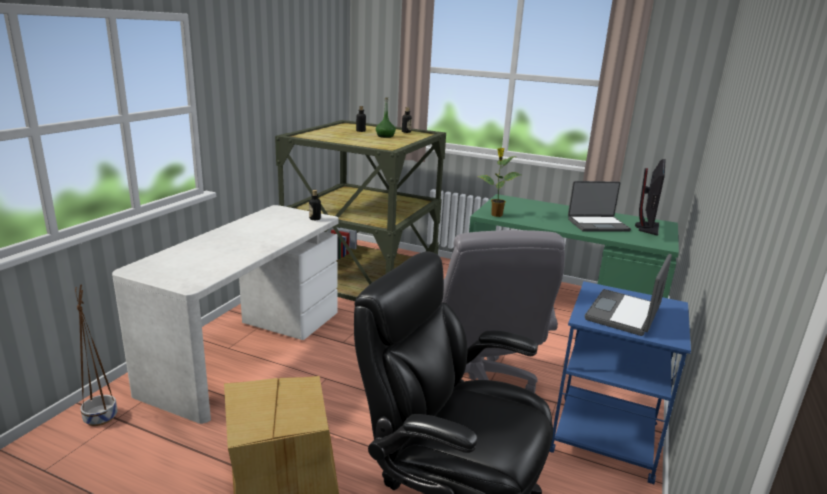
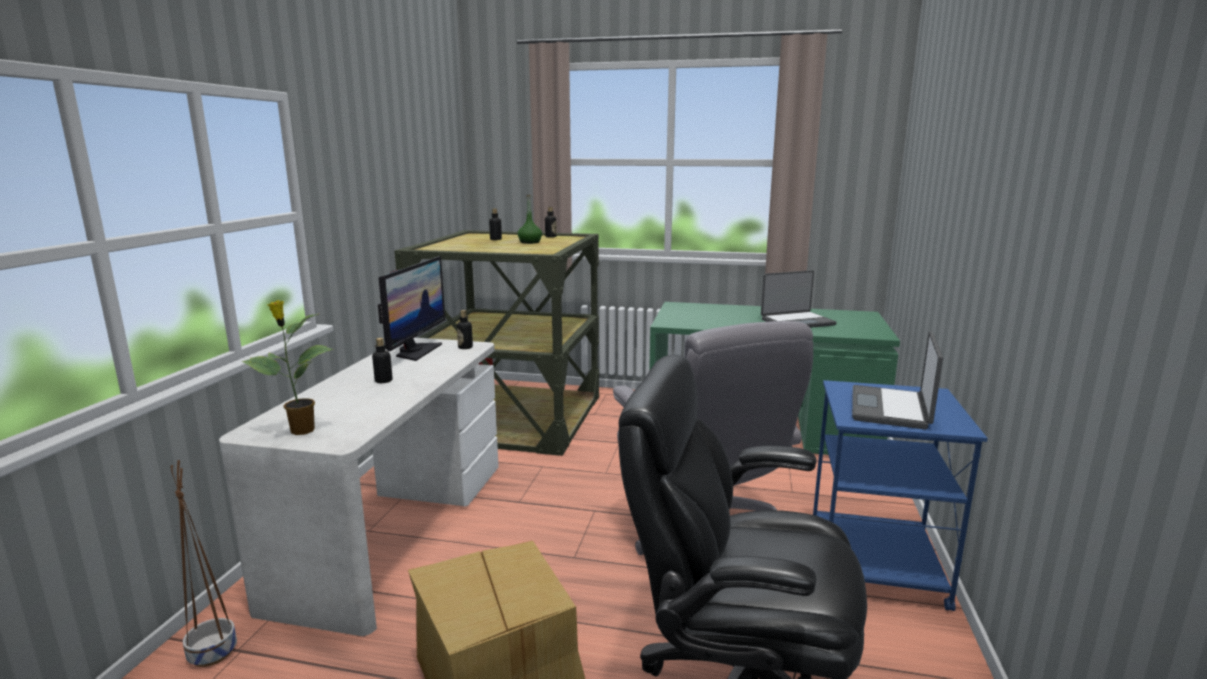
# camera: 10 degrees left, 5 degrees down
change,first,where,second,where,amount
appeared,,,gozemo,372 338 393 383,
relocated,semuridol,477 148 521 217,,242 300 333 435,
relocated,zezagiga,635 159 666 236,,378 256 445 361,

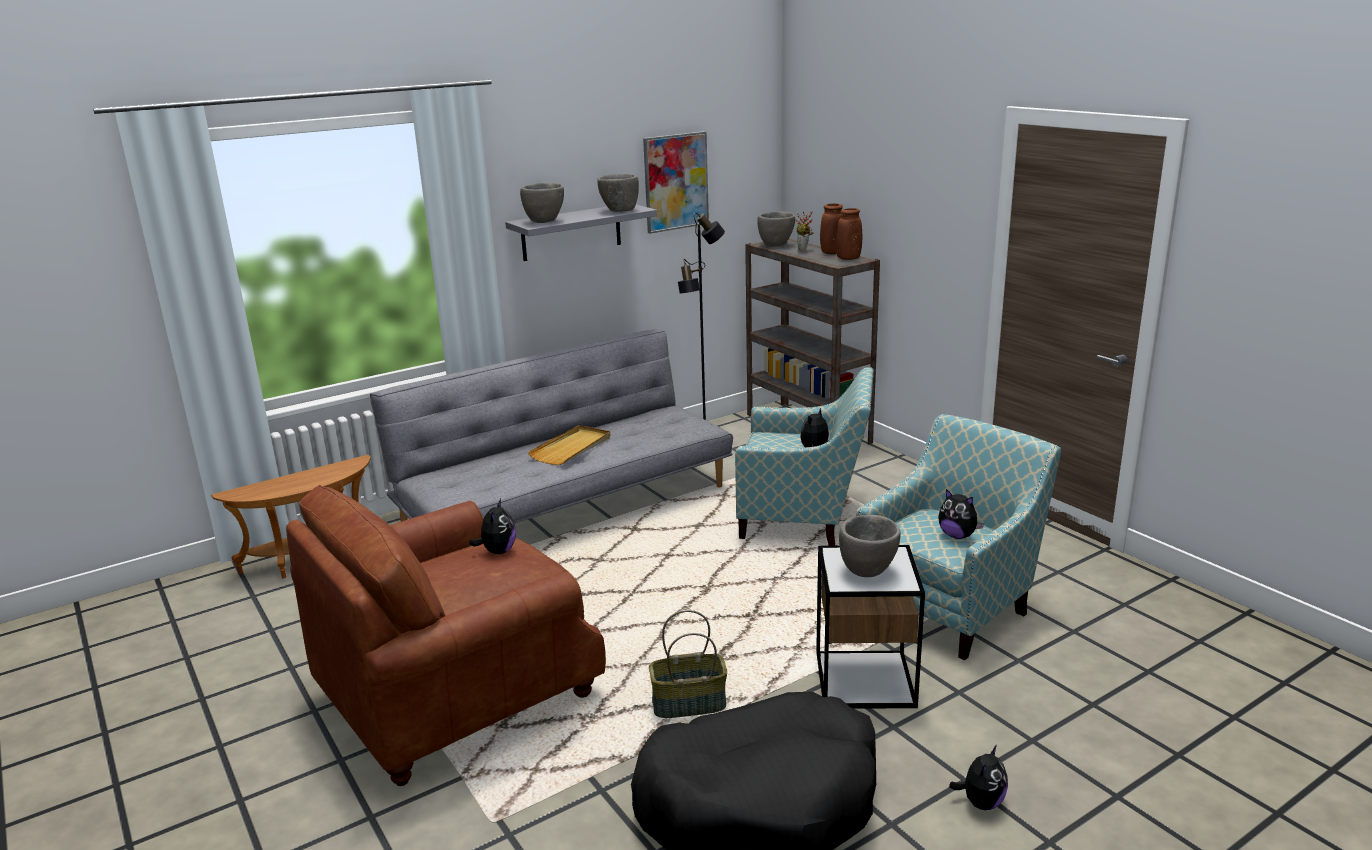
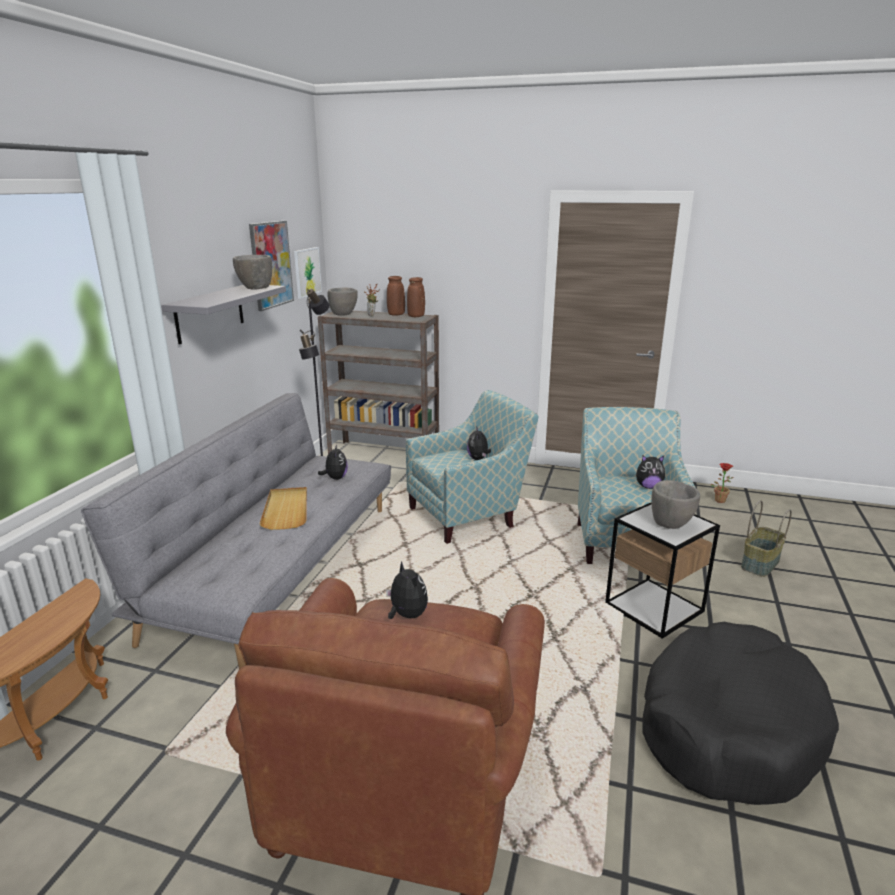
# camera: 40 degrees left, 0 degrees up
change,first,where,second,where,amount
missing,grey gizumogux,520 183 564 223,,,
appeared,,,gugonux,294 247 322 299,
appeared,,,semuridol,710 463 733 503,
relocated,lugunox,649 610 727 718,,741 500 792 577,
relocated,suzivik,949 745 1008 810,,318 444 348 480,

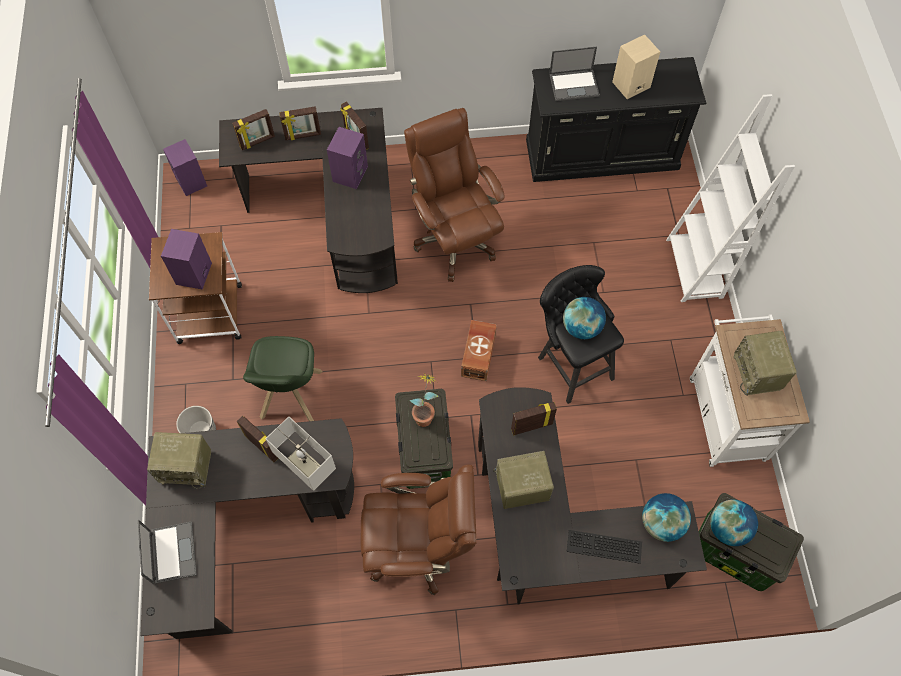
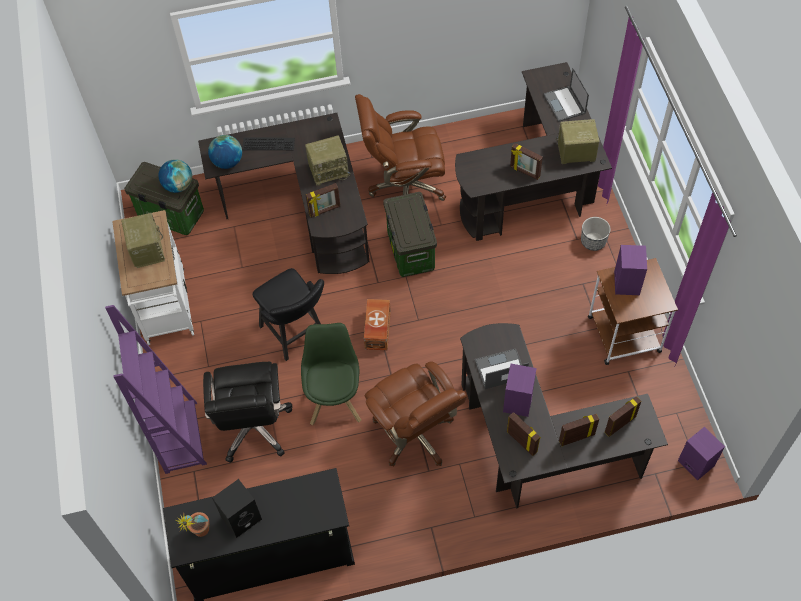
# camera: 175 degrees right, 5 degrees down
change,first,where,second,where,amount
missing,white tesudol,265 417 336 491,,,
missing,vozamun,563 297 606 339,,,
appeared,,,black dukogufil,203 362 293 463,
relocated,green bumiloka,243 336 323 421,,301 323 361 426,
relocated,semuridol,410 373 439 427,,176 512 210 537,
relocated,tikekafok,549 47 600 101,,475 349 529 389,
colour,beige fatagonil,612 35 660 99,black fatagonil,212 479 262 538,
colour,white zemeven,666 94 795 302,purple zemeven,105 305 207 474,

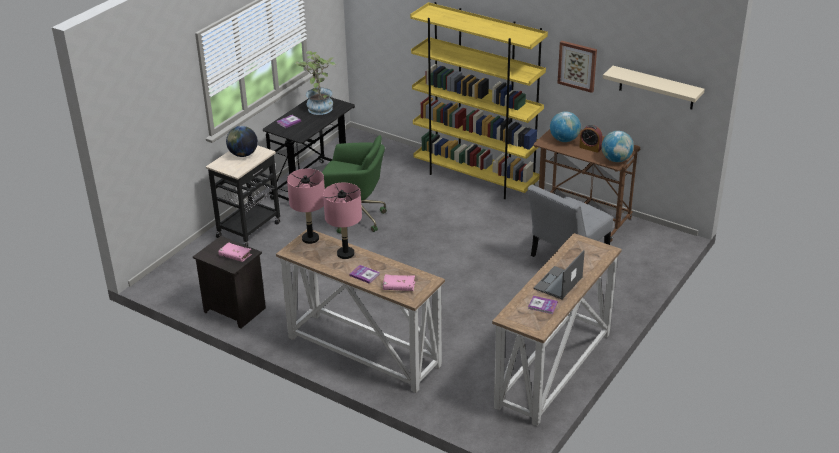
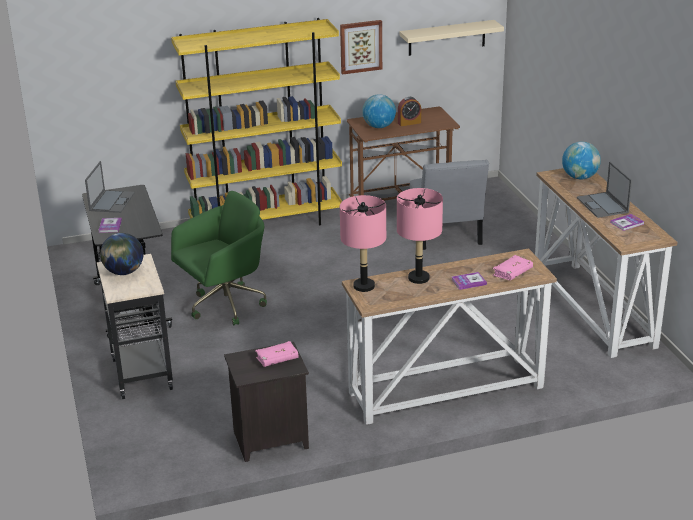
# camera: 50 degrees left, 5 degrees down
change,first,where,second,where,amount
relocated,vozamun,602 131 634 162,,562 142 601 179,
exchanged,semuridol,295 51 336 115,tikekafok,85 161 135 213,

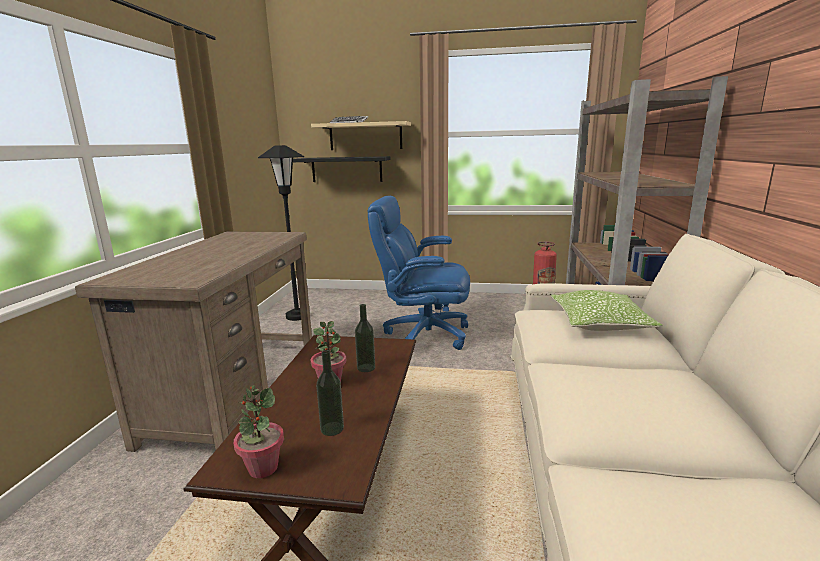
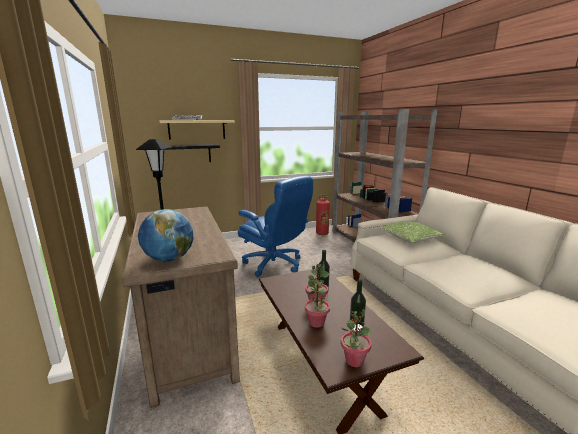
# camera: 30 degrees left, 0 degrees up
change,first,where,second,where,amount
appeared,,,vozamun,138 209 193 262,
appeared,,,semuridol,305 280 330 328,
spun,blue dukogufil,368 196 470 350,,238 176 313 277,120 degrees counterclockwise

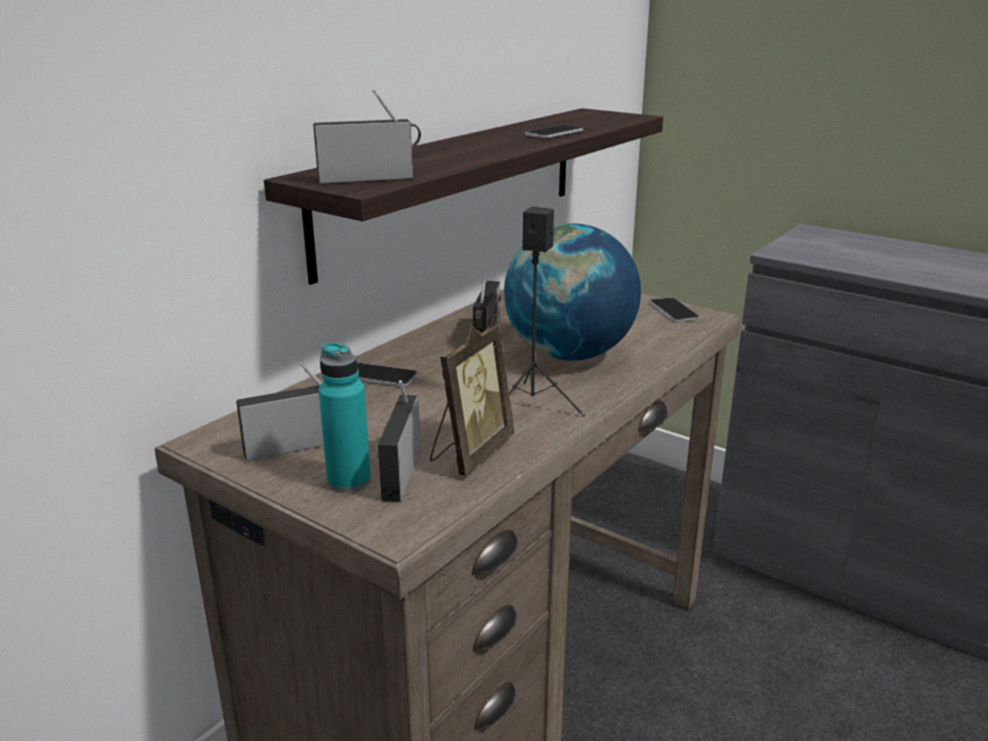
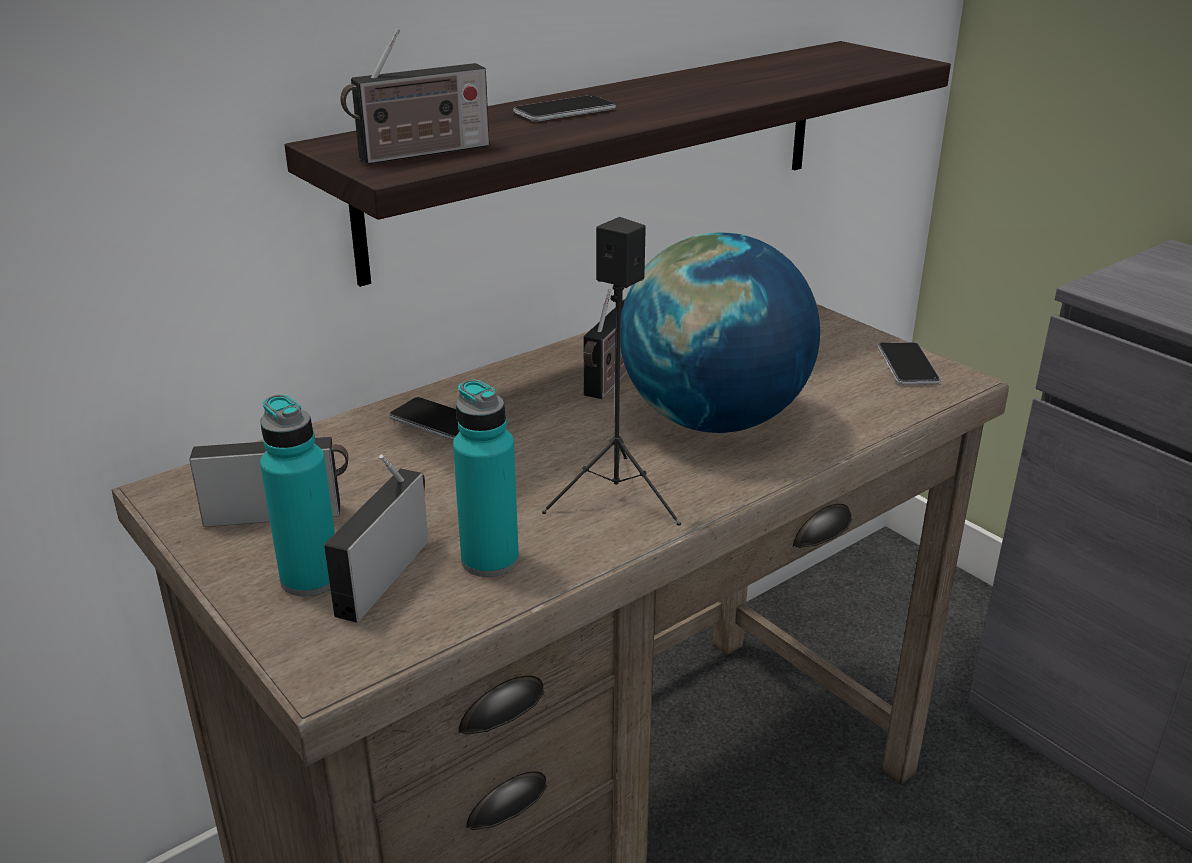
# camera: 15 degrees right, 5 degrees up
change,first,where,second,where,amount
relocated,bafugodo,525 125 583 139,,513 95 616 122,
exchanged,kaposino,430 323 514 475,turquoise gozemo,453 379 519 577,
spun,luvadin,313 89 421 184,,340 29 489 164,150 degrees clockwise

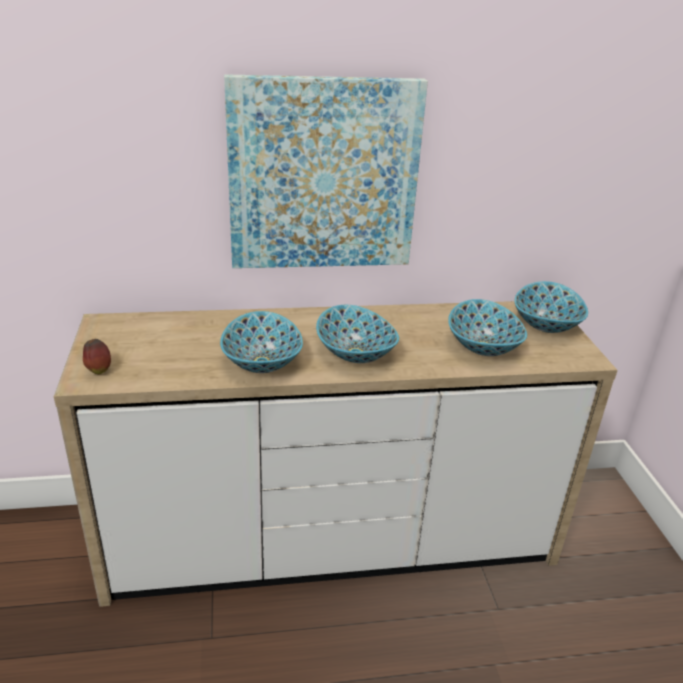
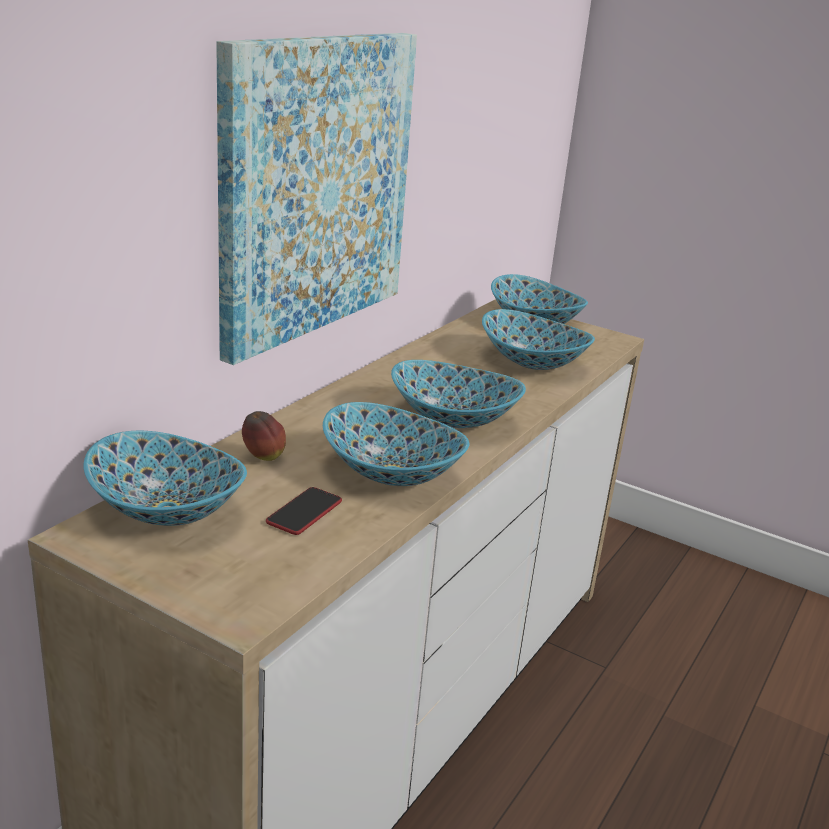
# camera: 50 degrees left, 5 degrees down
change,first,where,second,where,amount
appeared,,,gizumogux,83 431 247 526,
appeared,,,bafugodo,266 487 342 535,
relocated,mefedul,83 339 111 374,,242 411 286 461,

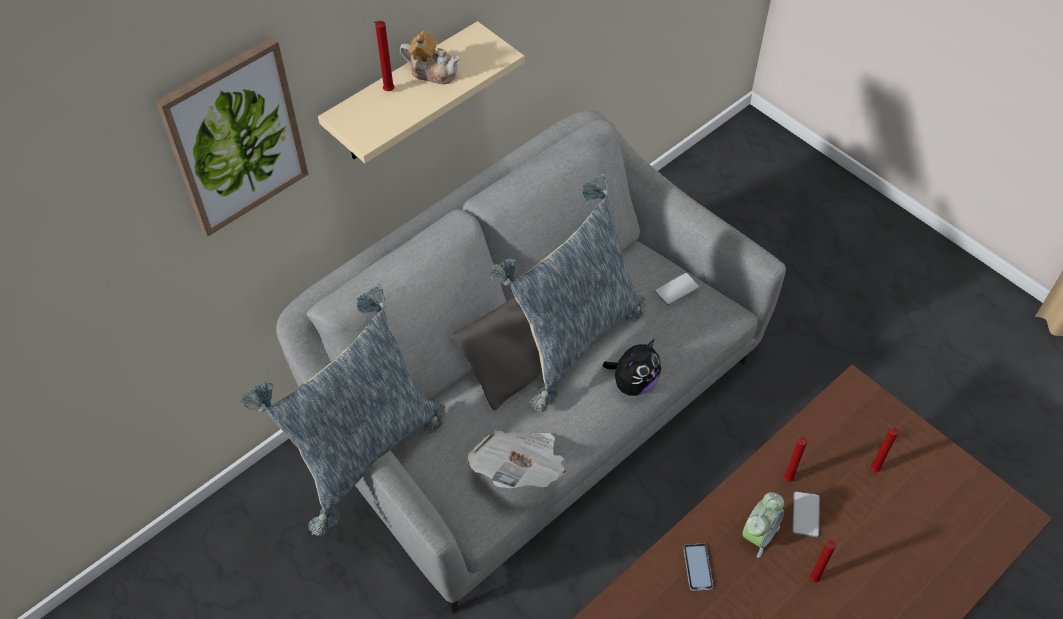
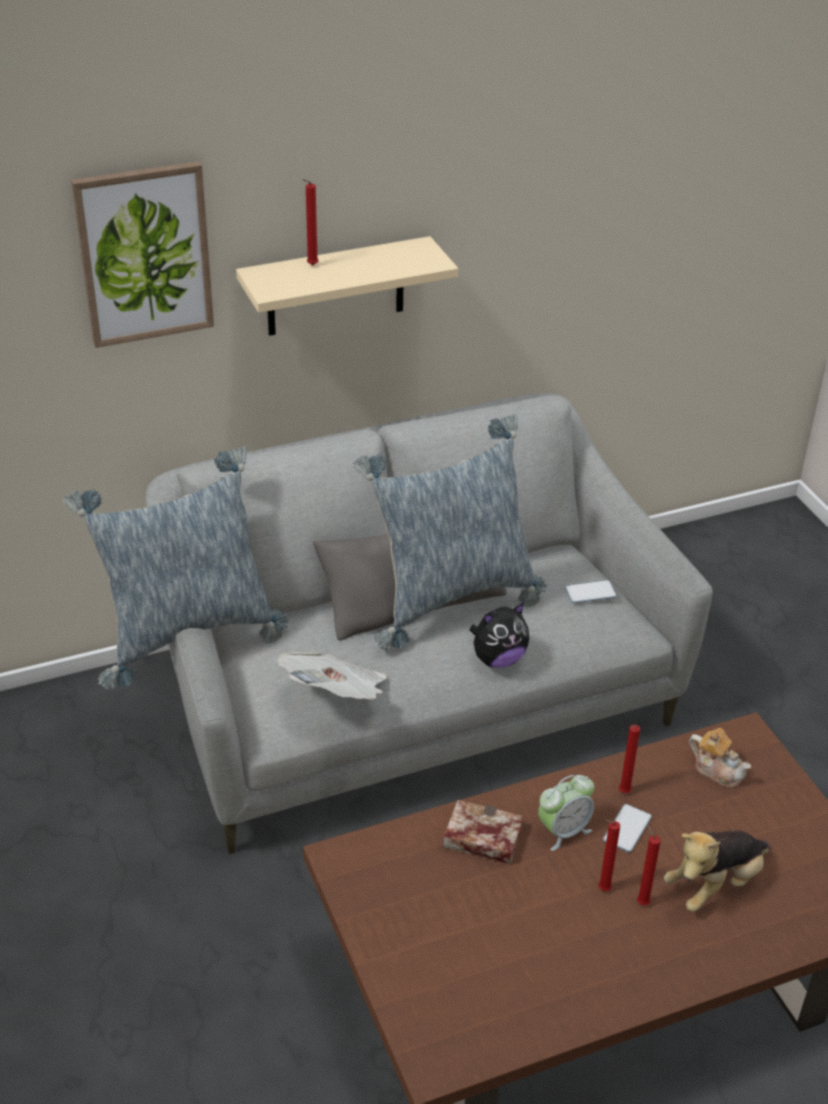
# camera: 20 degrees right, 15 degrees down
change,first,where,second,where,amount
appeared,,,suzivik,664 830 770 912,
relocated,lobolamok,400 31 460 84,,689 728 751 788,
relocated,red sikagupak,870 423 899 472,,637 825 661 906,
exchanged,bafugodo,683 543 713 591,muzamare,443 800 524 864,

